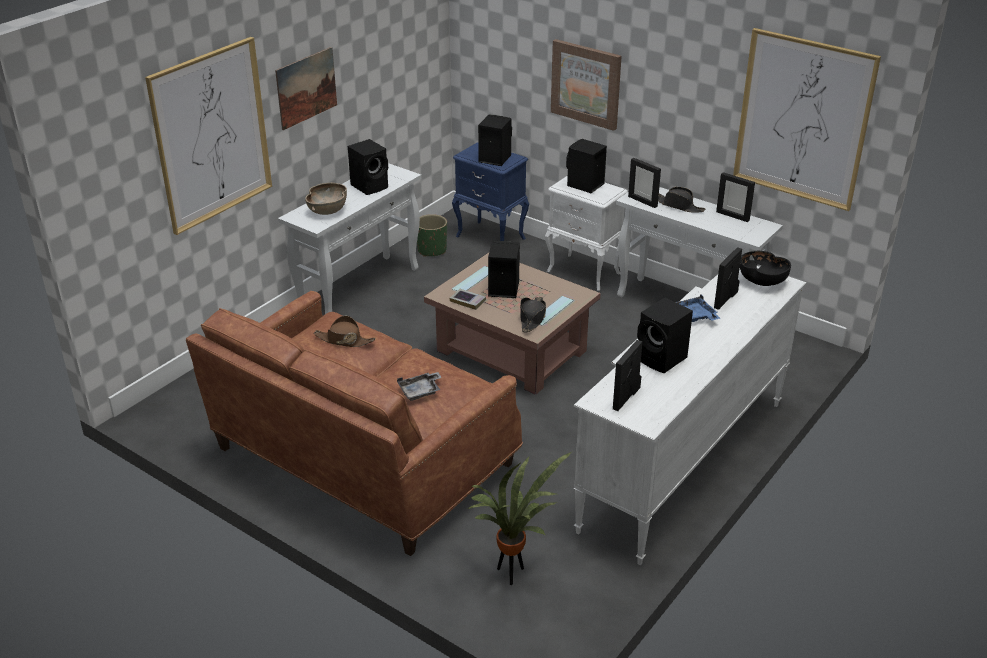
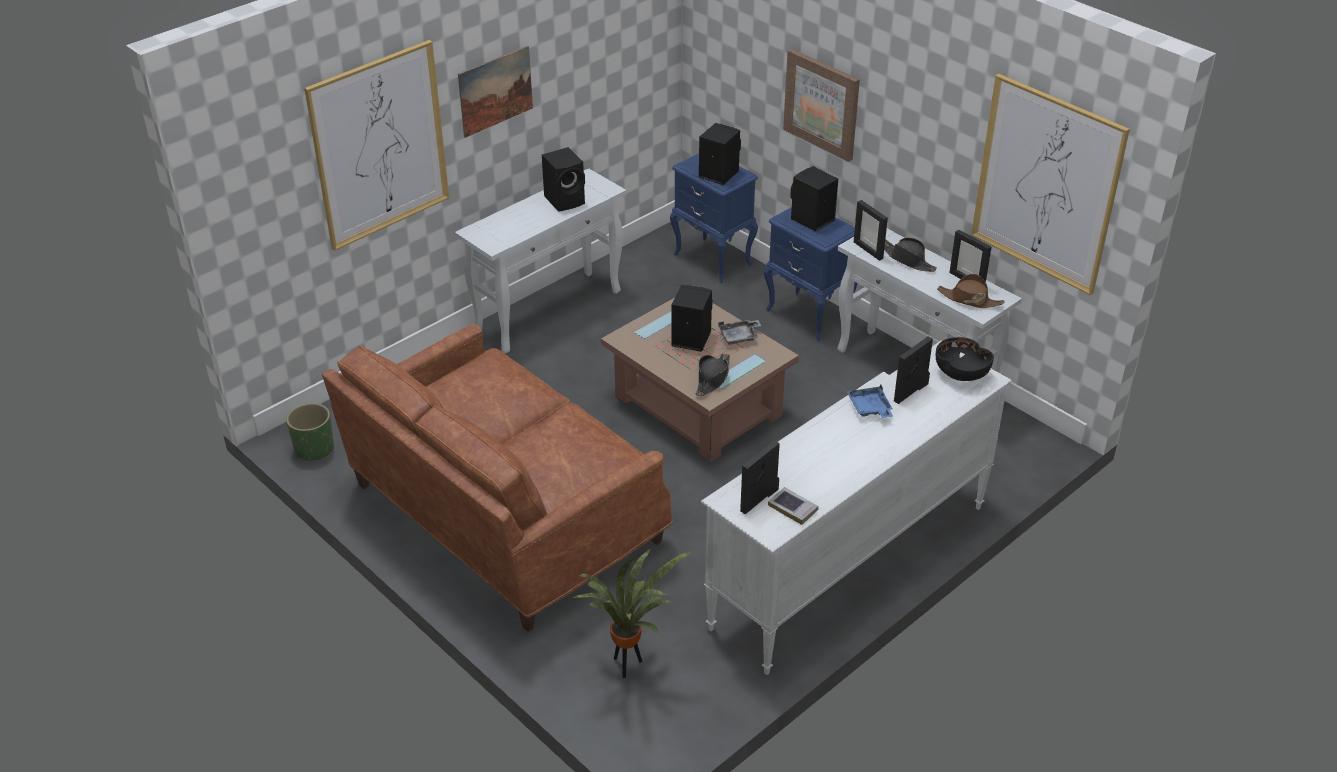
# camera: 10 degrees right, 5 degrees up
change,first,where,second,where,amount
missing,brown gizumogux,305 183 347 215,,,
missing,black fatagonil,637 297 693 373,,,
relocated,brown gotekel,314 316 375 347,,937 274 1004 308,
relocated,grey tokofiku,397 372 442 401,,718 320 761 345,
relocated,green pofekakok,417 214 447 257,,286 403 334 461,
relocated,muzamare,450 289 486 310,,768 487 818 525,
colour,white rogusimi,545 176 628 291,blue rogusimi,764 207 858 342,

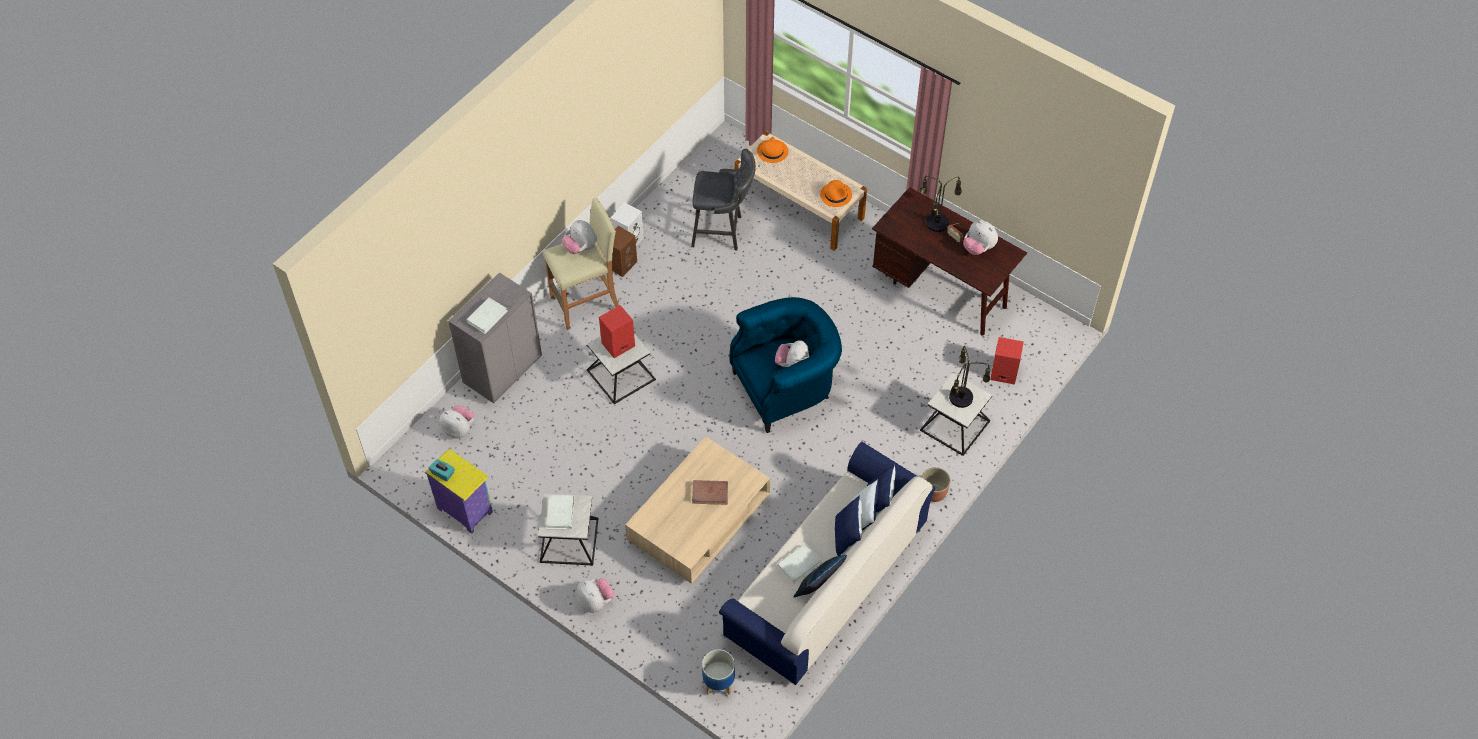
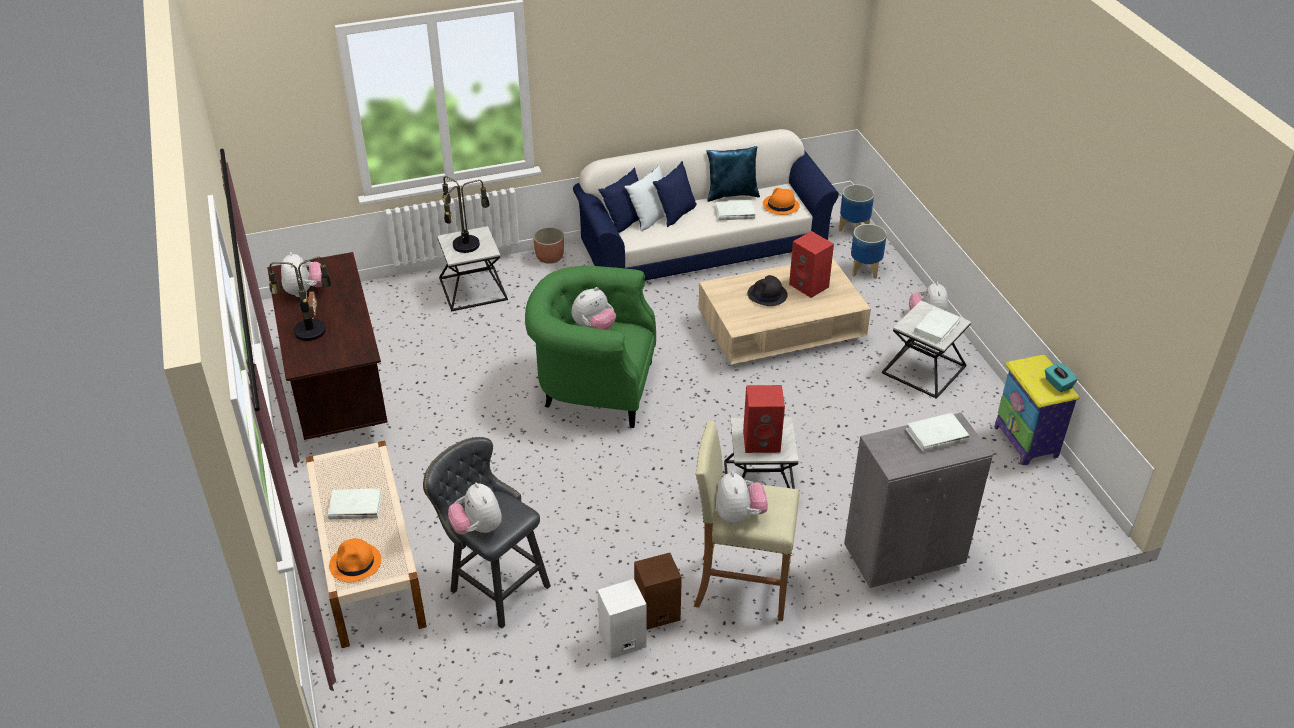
# camera: 145 degrees left, 15 degrees down
change,first,where,second,where,amount
appeared,,,white muzamare,328 488 382 519,
appeared,,,pofekakok,851 224 887 279,
relocated,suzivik,440 405 474 439,,448 482 502 535,
relocated,orange gotekel,820 180 852 207,,763 188 800 215,
relocated,red fatagonil,990 337 1024 385,,789 231 834 298,
exchanged,brown muzamare,692 480 728 505,black gotekel,747 275 788 306,
colour,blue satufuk,730 297 842 433,green satufuk,525 266 656 428,

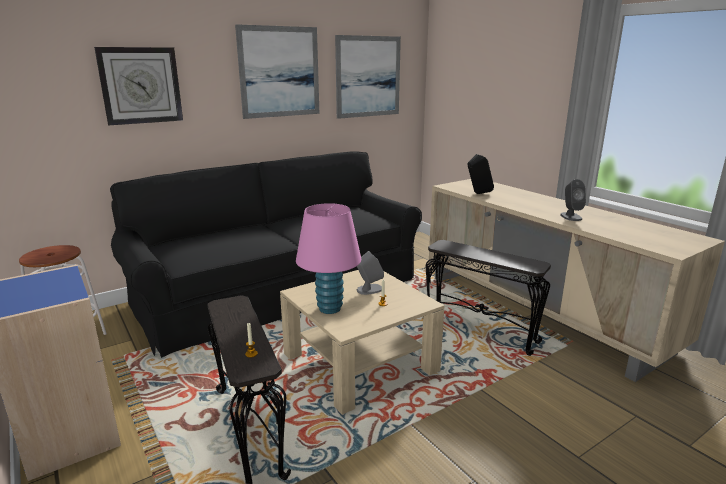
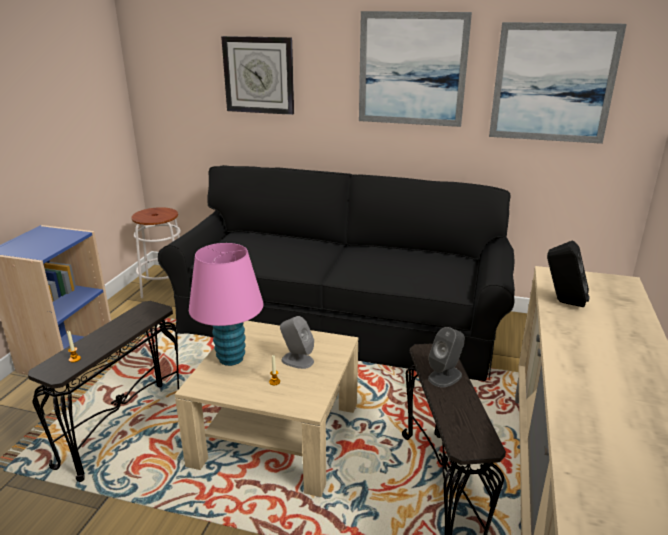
# camera: 50 degrees right, 5 degrees up
change,first,where,second,where,amount
relocated,grey fatagonil,560 179 586 221,,428 327 465 387,

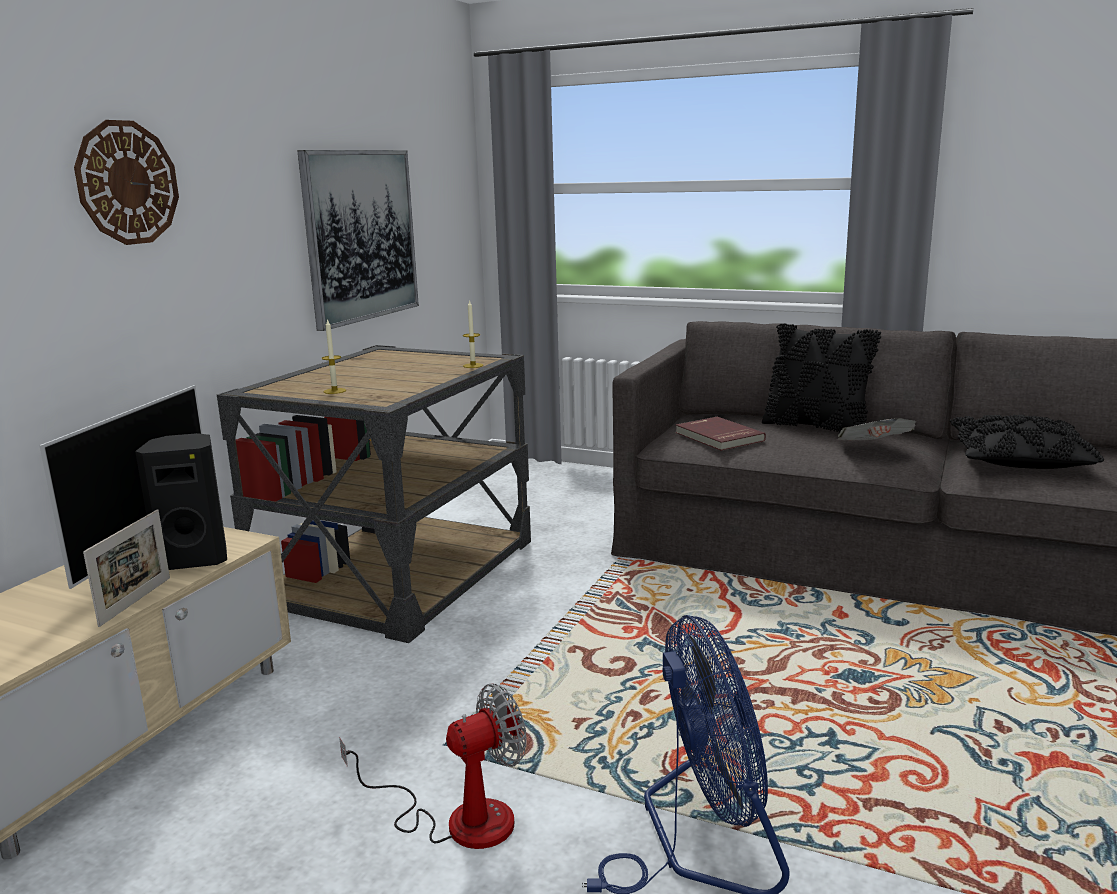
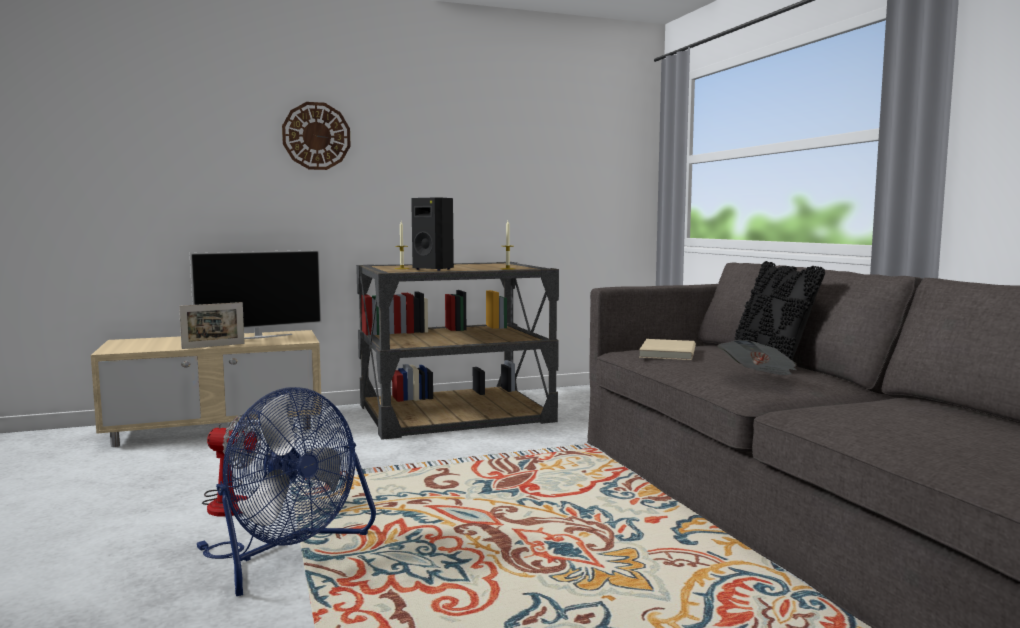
# camera: 45 degrees right, 10 degrees down
change,first,where,second,where,amount
missing,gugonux,297 150 419 331,,,
missing,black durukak,949 415 1104 469,,,
relocated,black fatagonil,135 433 227 570,,411 198 454 271,
colour,red muzamare,676 417 766 451,beige muzamare,639 339 696 360,

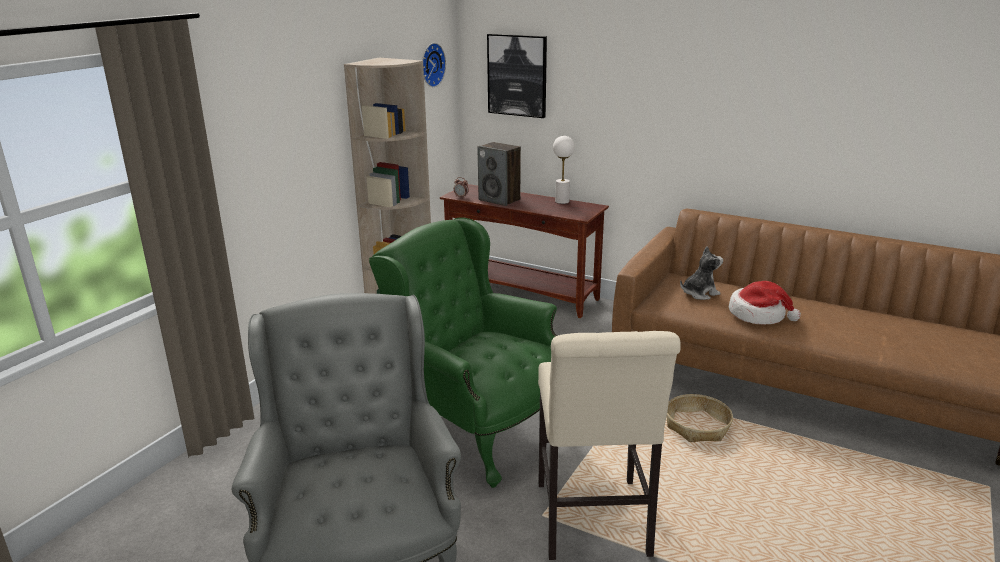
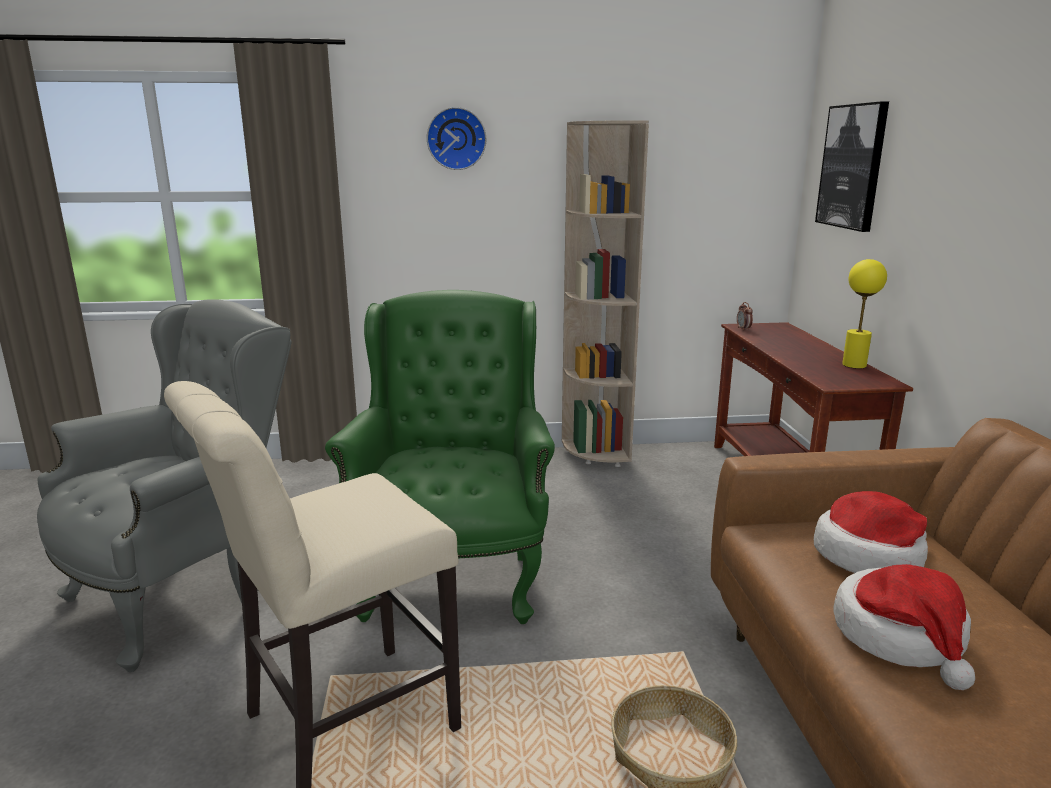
# camera: 55 degrees right, 5 degrees down
change,first,where,second,where,amount
missing,fatagonil,478 142 521 206,,,
relocated,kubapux,422 43 446 87,,427 107 486 170,
exchanged,suzivik,680 246 723 300,gotekel,814 491 928 573,
colour,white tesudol,553 136 575 204,yellow tesudol,842 259 887 369,

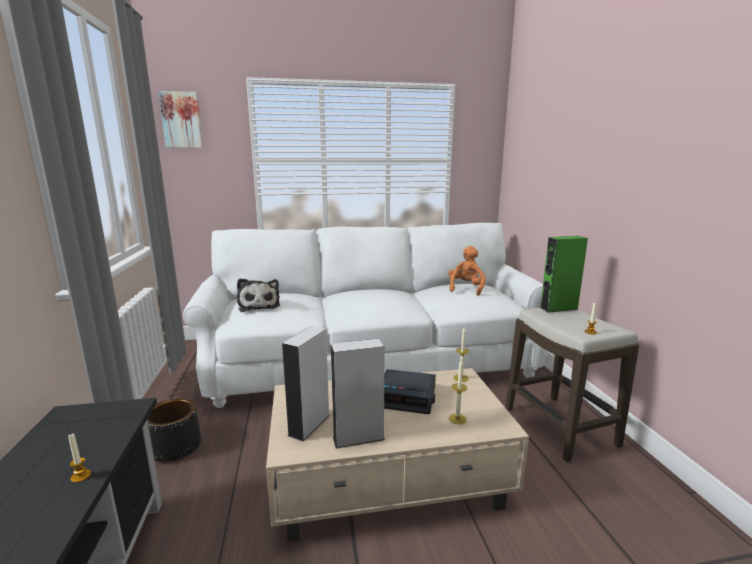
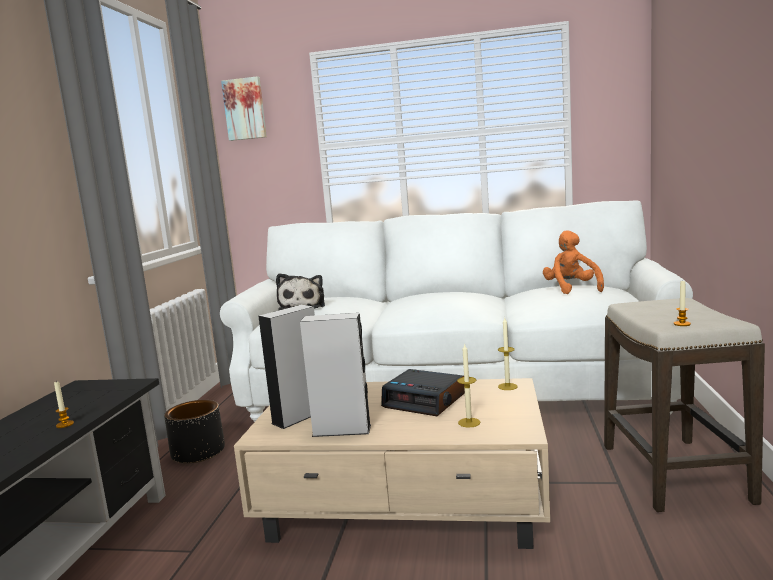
# camera: 20 degrees right, 5 degrees down
change,first,where,second,where,amount
missing,green fatagonil,540 236 588 313,,,
spun,orange suzivik,448 246 486 296,,543 230 604 294,45 degrees counterclockwise

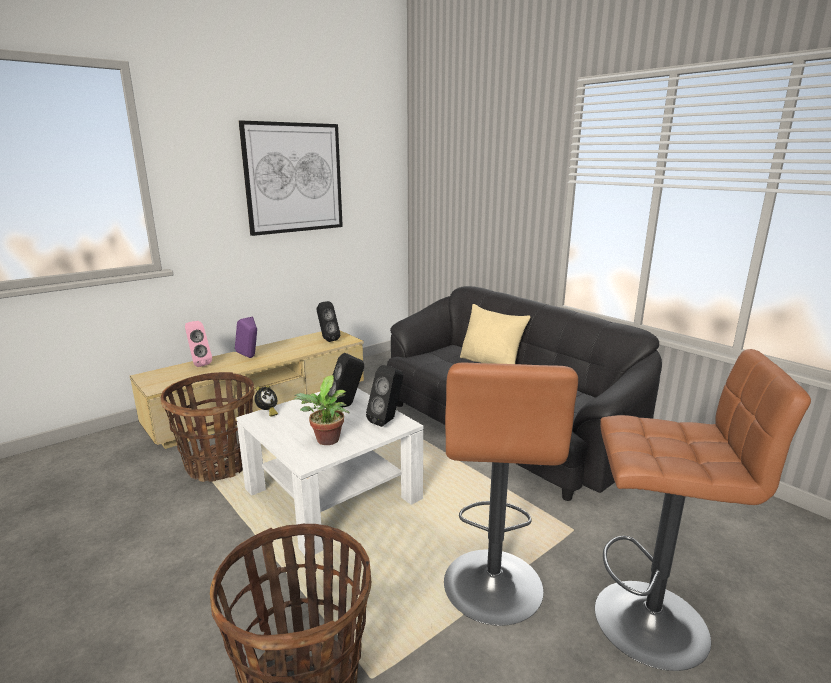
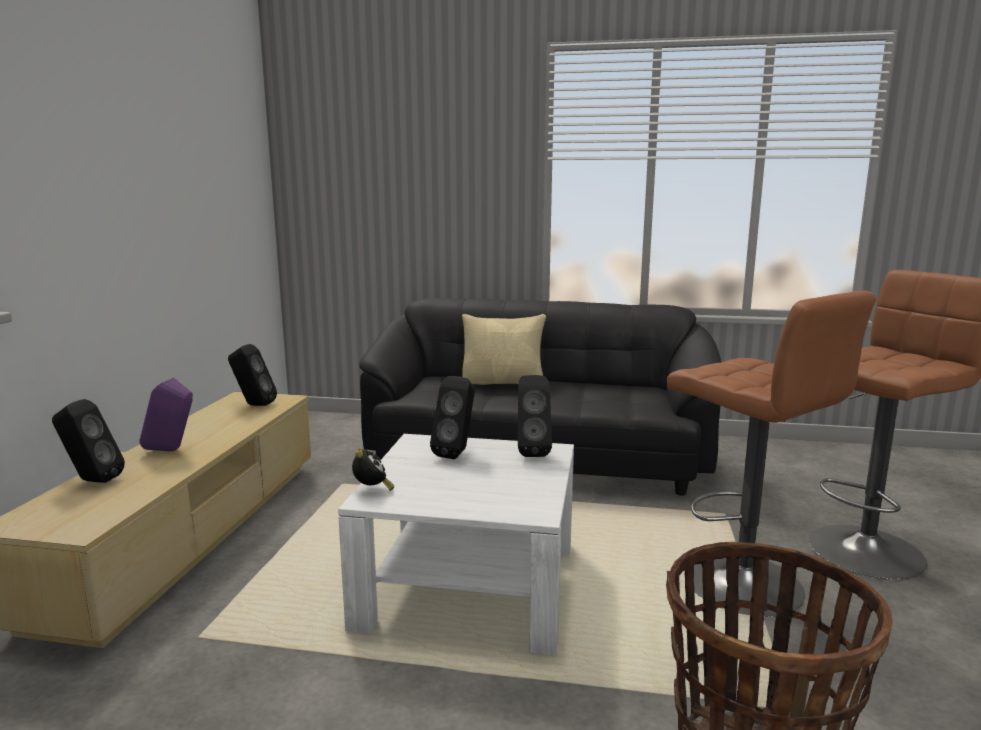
# camera: 40 degrees left, 5 degrees down
change,first,where,second,where,amount
missing,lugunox,161 372 254 482,,,
missing,gugonux,239 120 343 236,,,
missing,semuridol,293 375 350 445,,,
colour,pink fatagonil,185 321 212 367,black fatagonil,52 399 125 483,

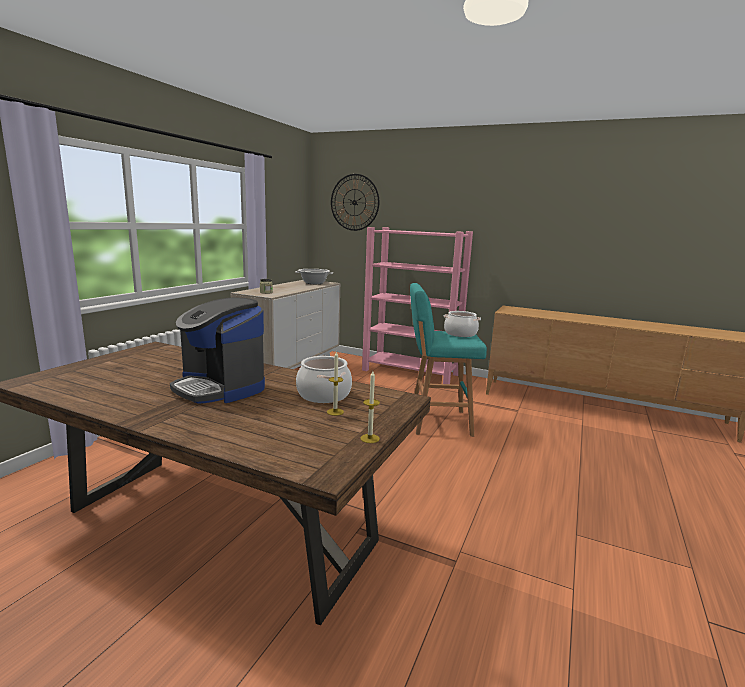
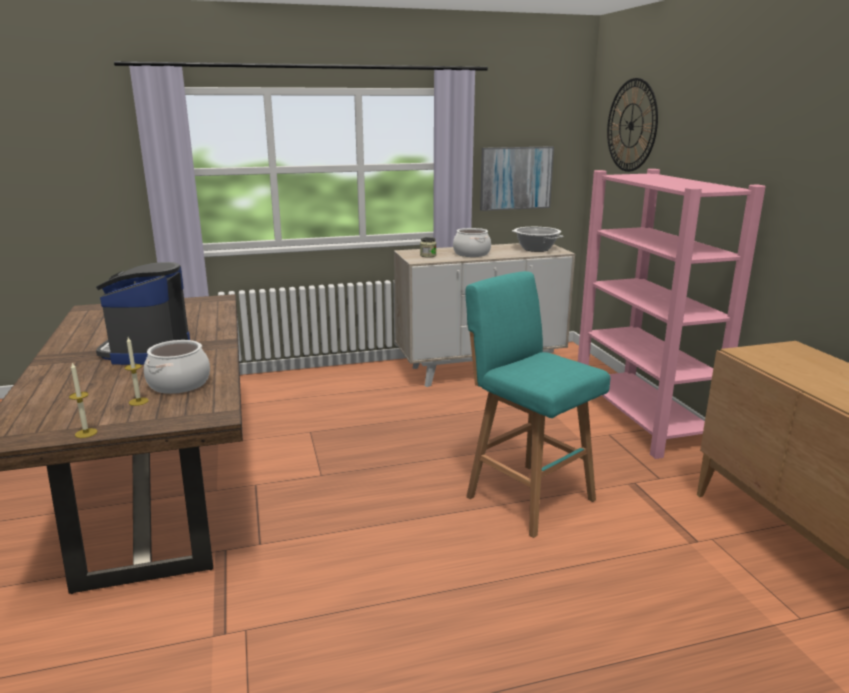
# camera: 50 degrees right, 5 degrees up
change,first,where,second,where,amount
appeared,,,gugonux,480 146 554 211,
relocated,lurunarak,444 311 481 337,,453 228 491 257,

